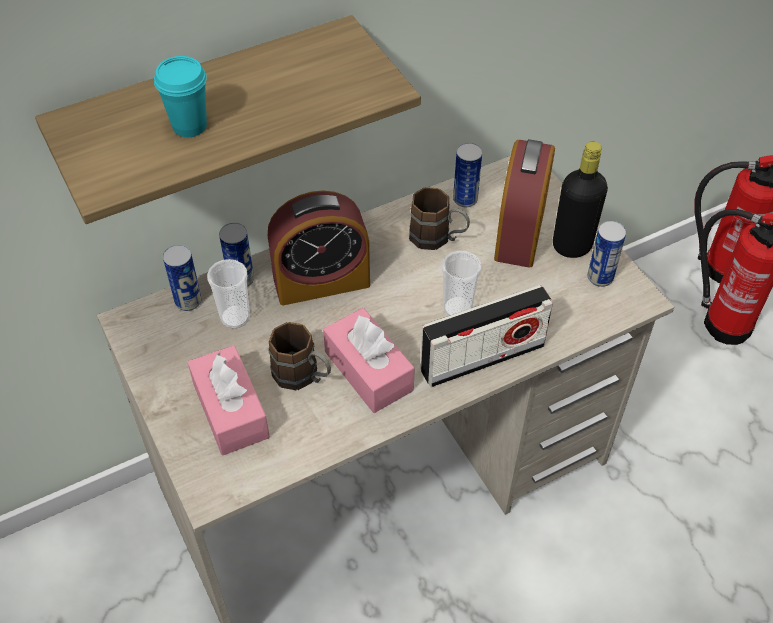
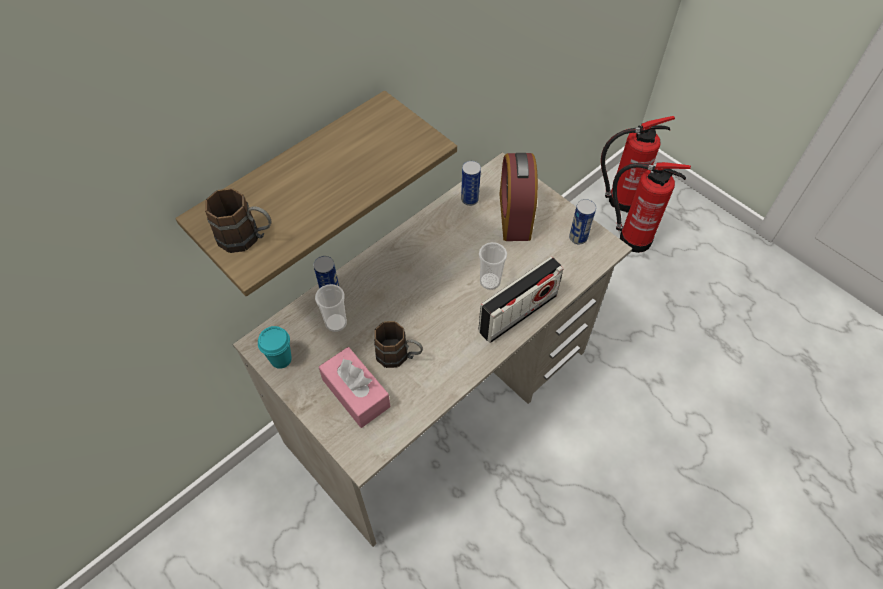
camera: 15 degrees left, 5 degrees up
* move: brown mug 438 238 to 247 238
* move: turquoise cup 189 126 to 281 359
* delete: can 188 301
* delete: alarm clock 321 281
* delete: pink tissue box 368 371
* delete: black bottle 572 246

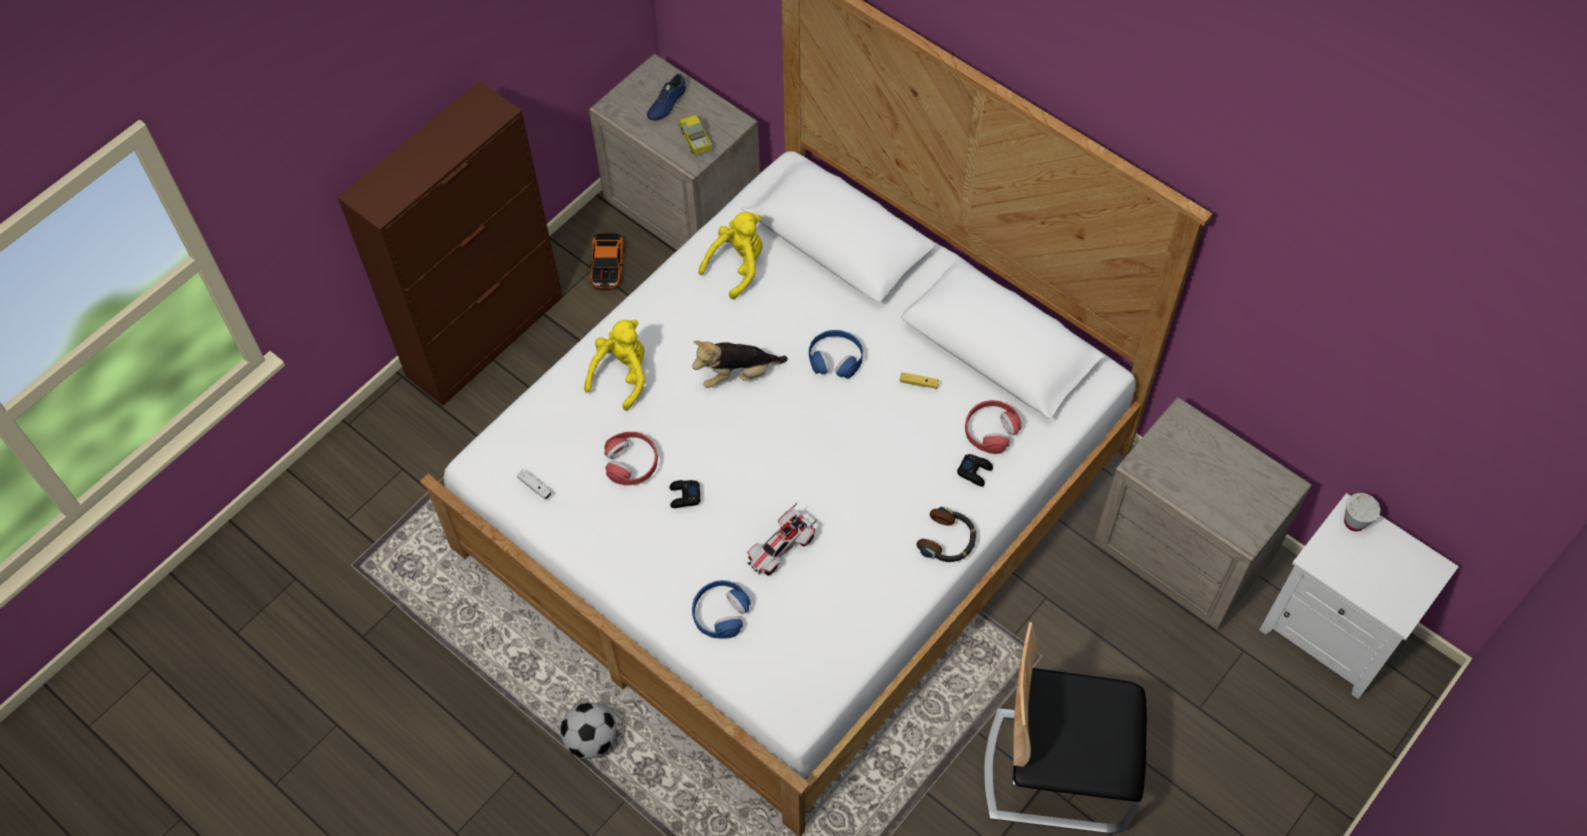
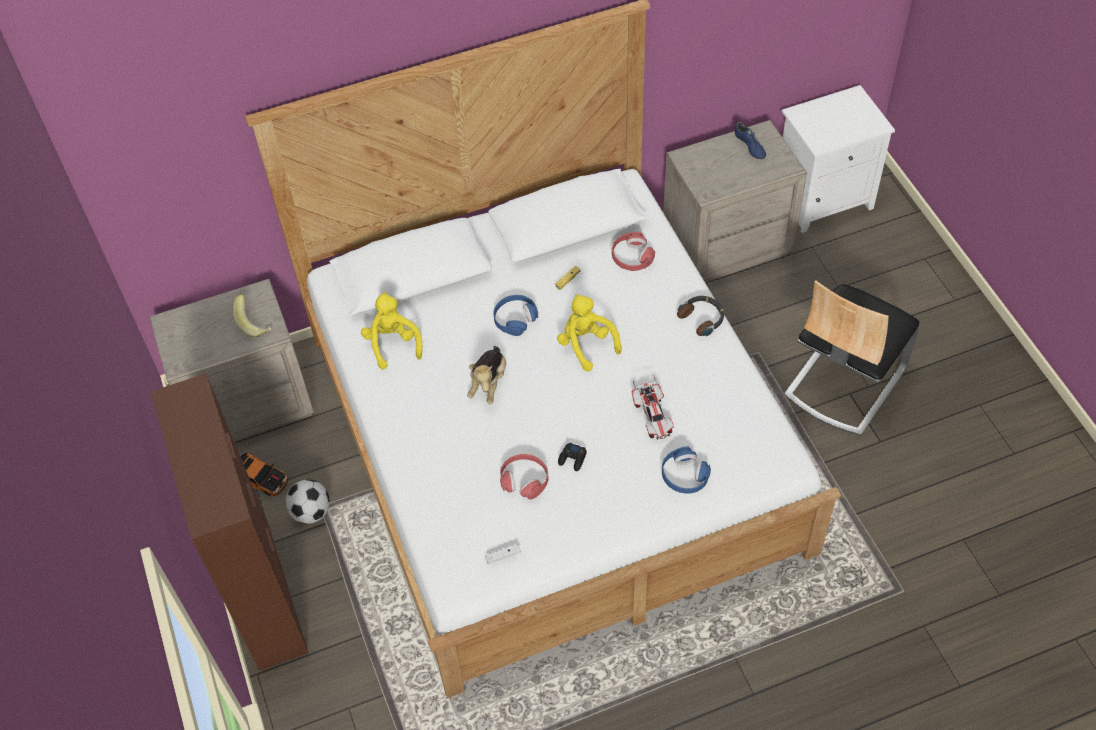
camera: 60 degrees left, 5 degrees down
* replace: toy truck 695 140 to banana 255 323
* move: football 591 739 to 311 512
* move: yellow plush toy 622 375 to 586 345
* move: blue shoe 667 104 to 749 147
* delete: black game controller 975 471
* delete: white cup 1354 522

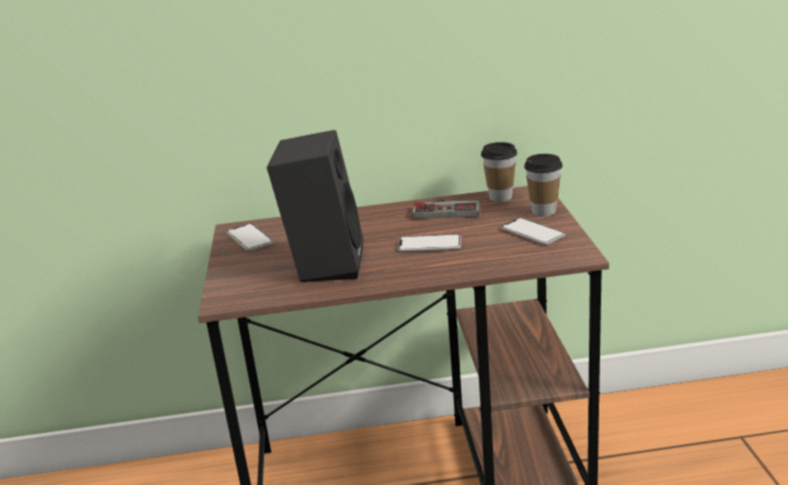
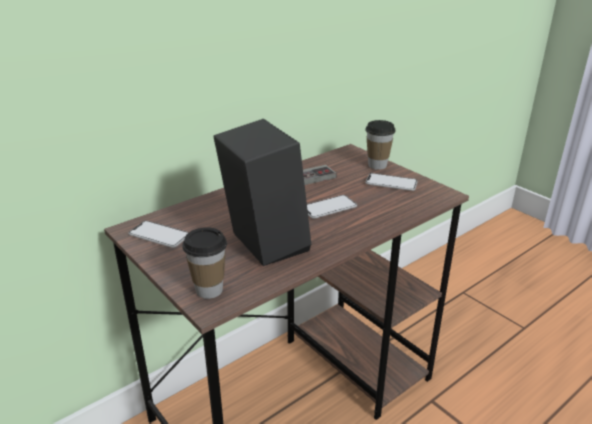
camera: 35 degrees left, 5 degrees up
* move: cup 500 197 to 209 290

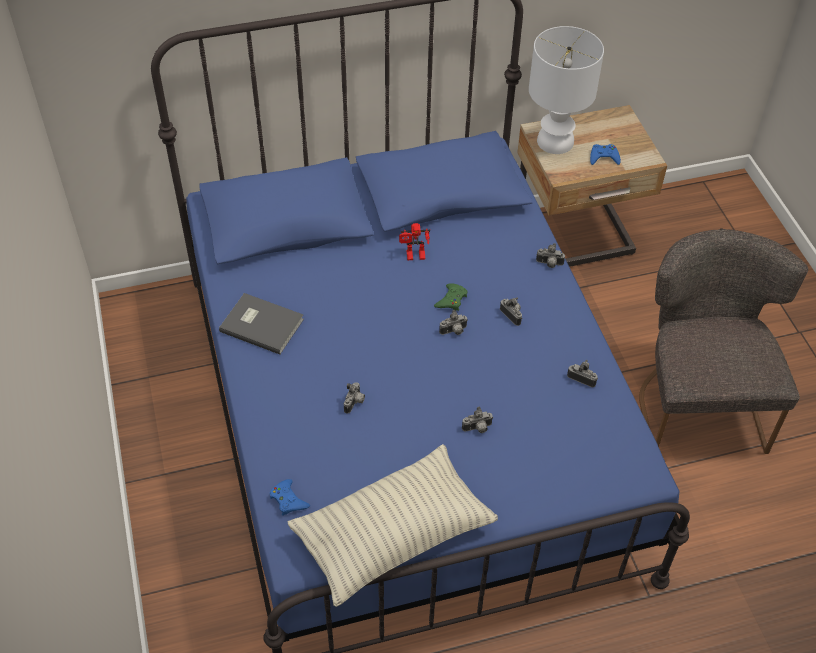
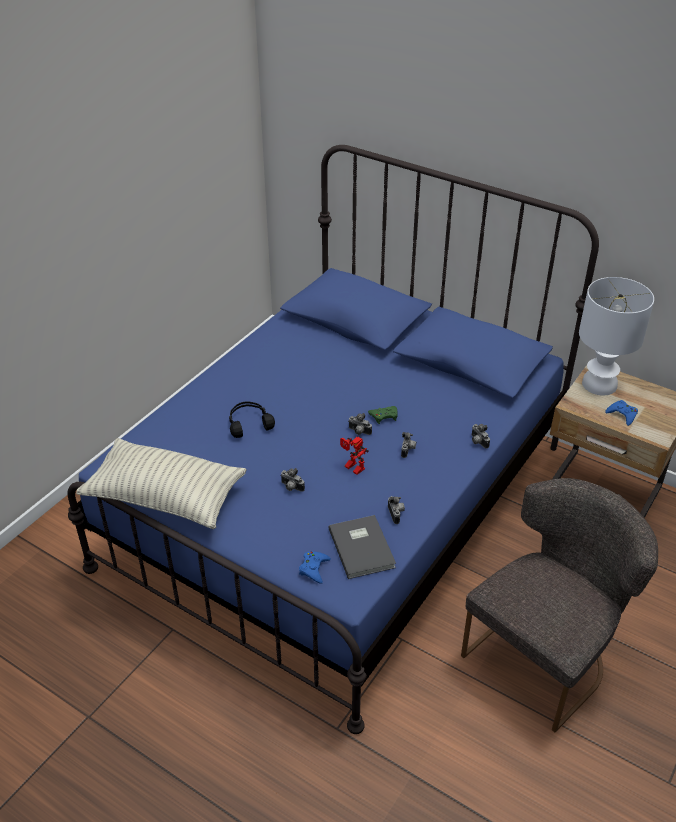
camera: 50 degrees right, 10 degrees down
* replace: photo camera 355 403 to black headphones 249 423
* move: blue game controller 288 500 to 314 569
* move: grey book 262 324 to 363 547
* move: toy robot 414 257 to 352 468

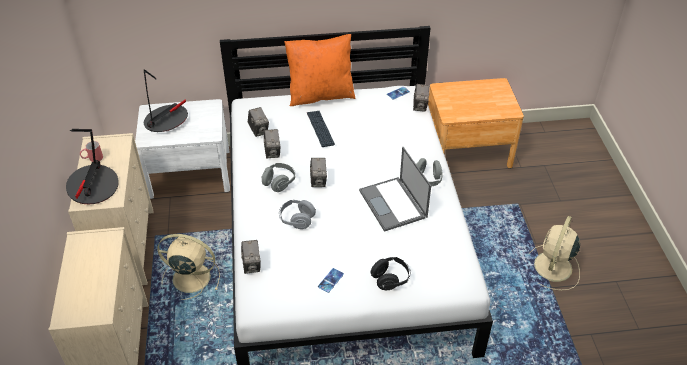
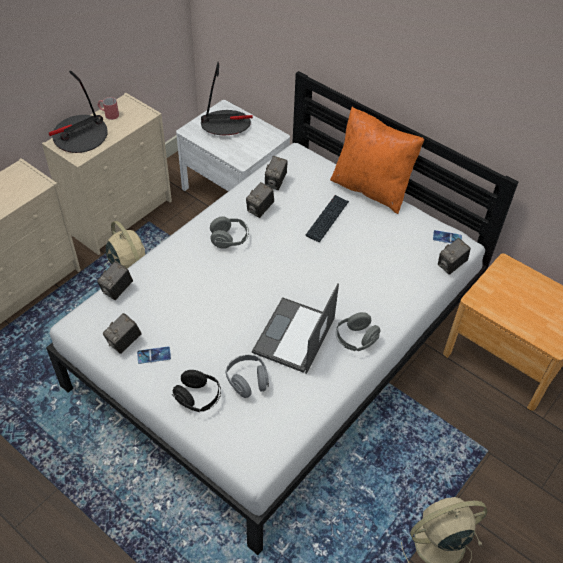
camera: 45 degrees right, 5 degrees up
* move: photo camera 318 181 to 124 342
* move: grey headphones 297 220 to 247 381

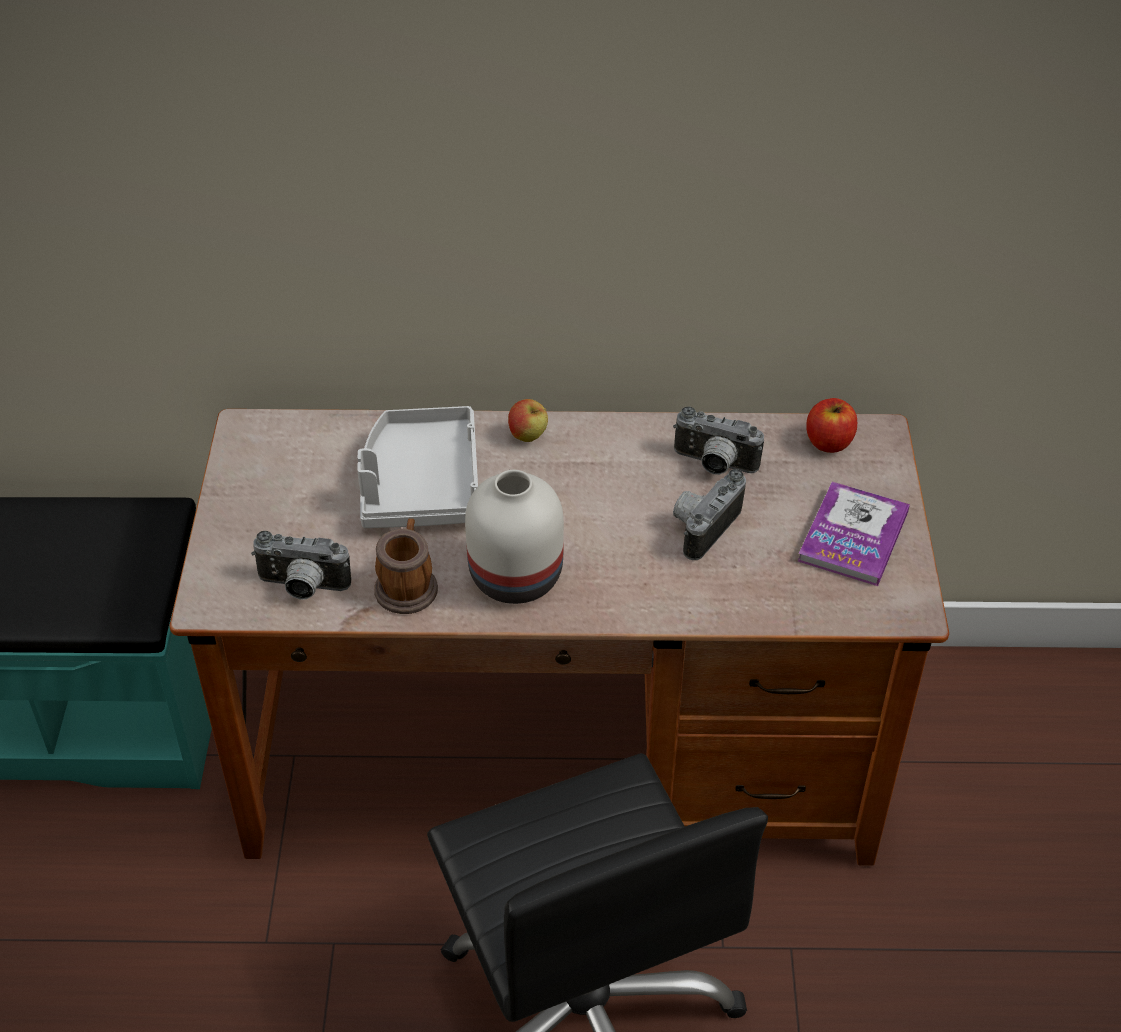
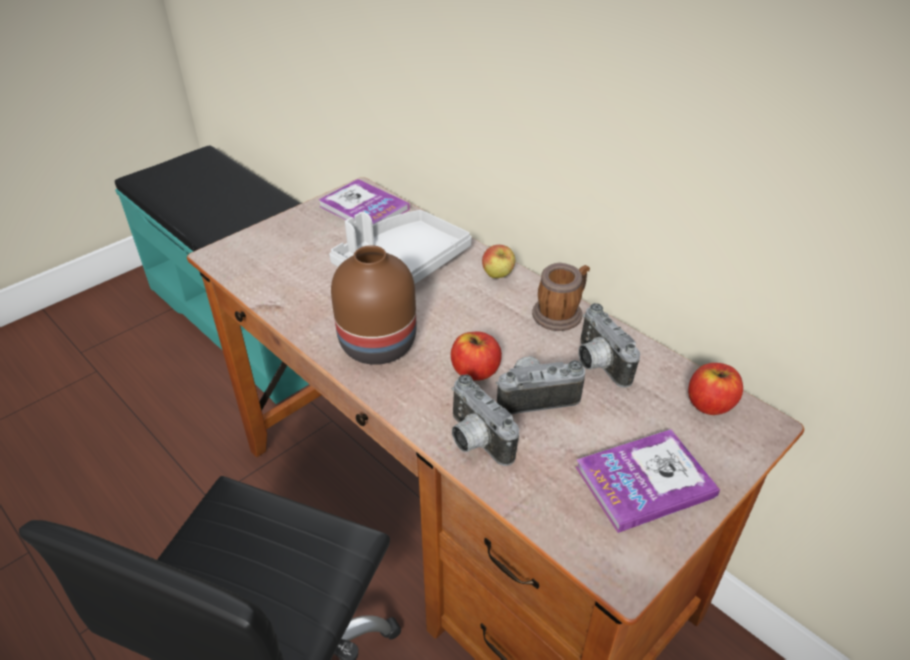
camera: 45 degrees right, 5 degrees down
* insert: book 364 208
* recolor: white vase 513 577 to brown vase 376 343
* insert: apple 475 371
* move: photo camera 302 588 to 474 441
* move: mug 407 585 to 561 313

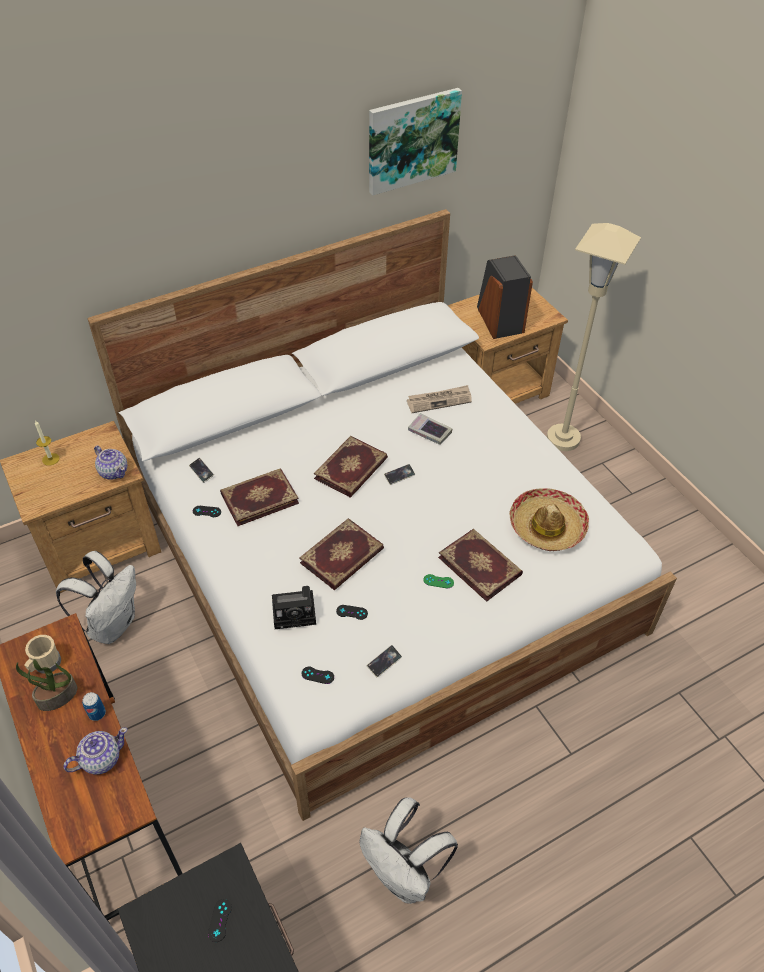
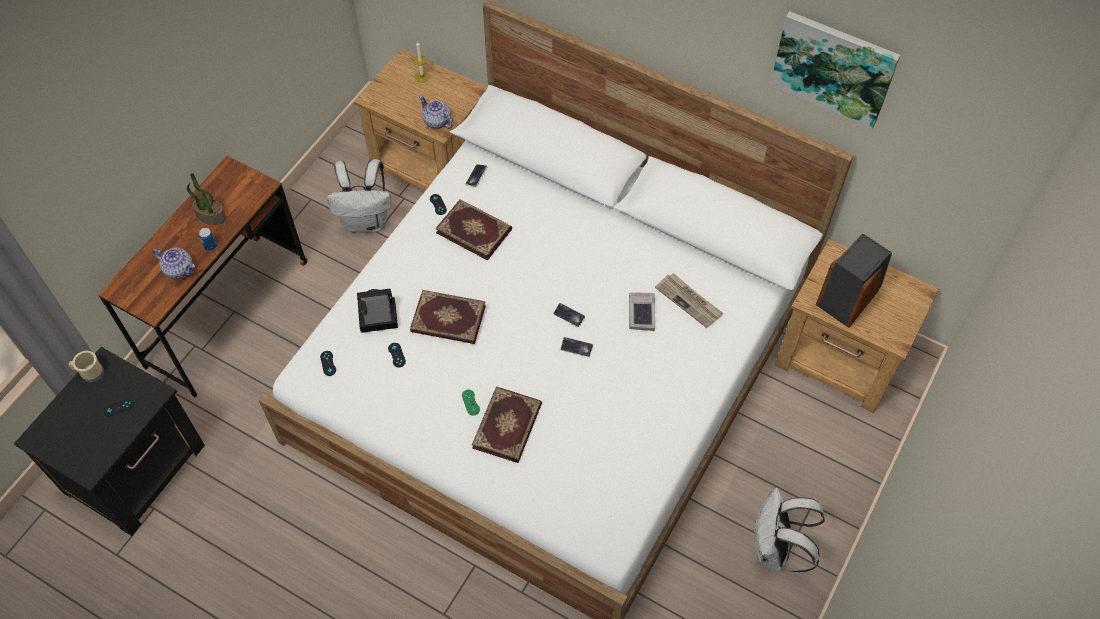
camera: 60 degrees right, 10 degrees up
* move: beige mug 45 664 to 90 373
* rotate: photo camera 296 612 = 376 318 120 degrees clockwise
* rotate: teapot 113 471 = 437 122 120 degrees clockwise
* move: phone 384 662 to 576 348
* move: white backpack 404 875 to 774 550
* delete: book 352 469
* delete: hat 547 526
* delete: beige floor lamp 563 439

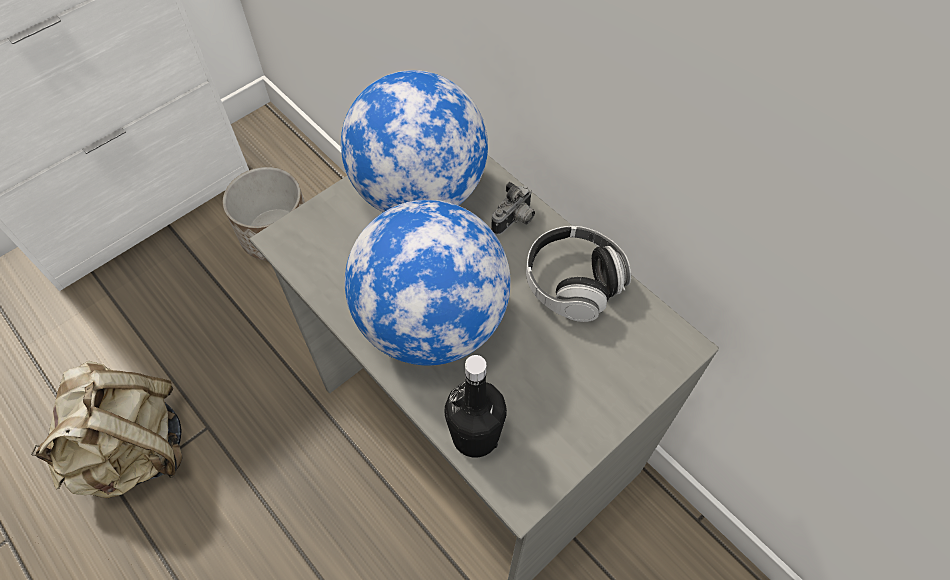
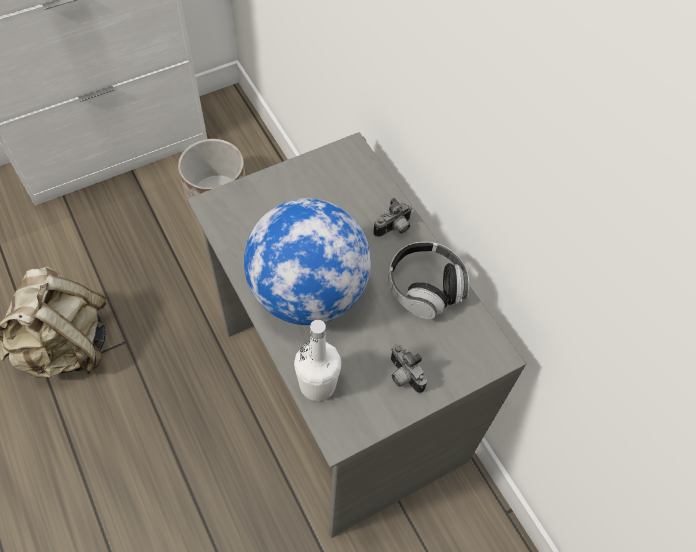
camera: 10 degrees right, 0 degrees up
* recolor: black bottle 475 435 to white bottle 317 385
* insert: photo camera 403 376
* delete: globe 419 193

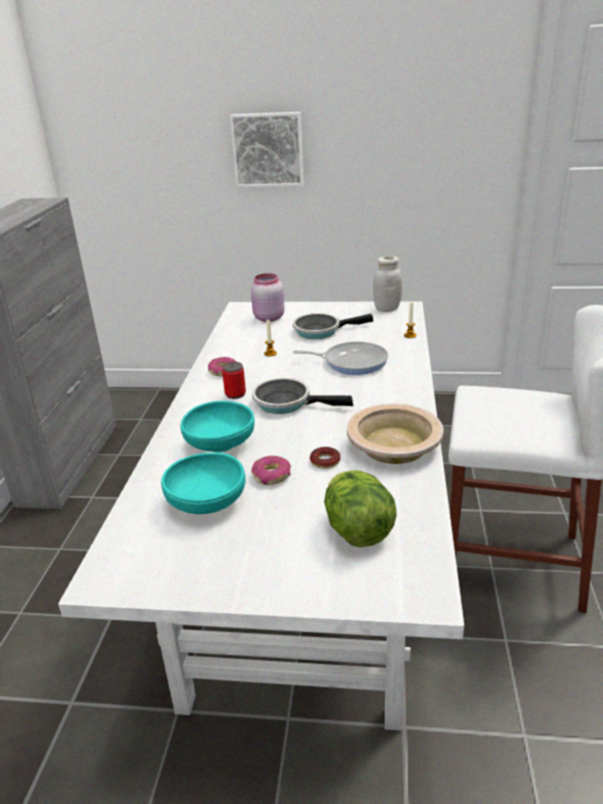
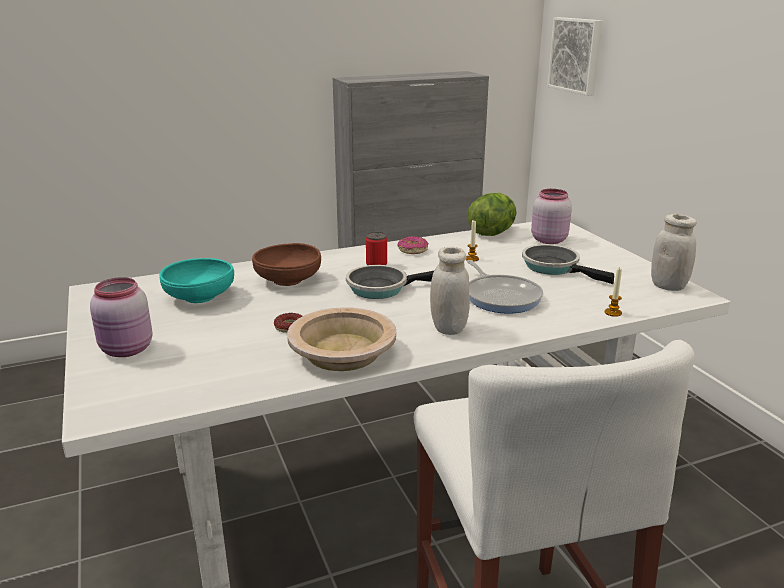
camera: 60 degrees right, 5 degrees down
* insert: pink jar 127 350
* recolor: turquoise bowl 220 443 to brown bowl 288 280
* rotate: frying pan 287 402 = 382 288 90 degrees counterclockwise
* insert: white jar 448 328
* move: lettuce 357 531 to 492 233
* move: picture 268 149 to 576 55
* delete: donut 272 476

